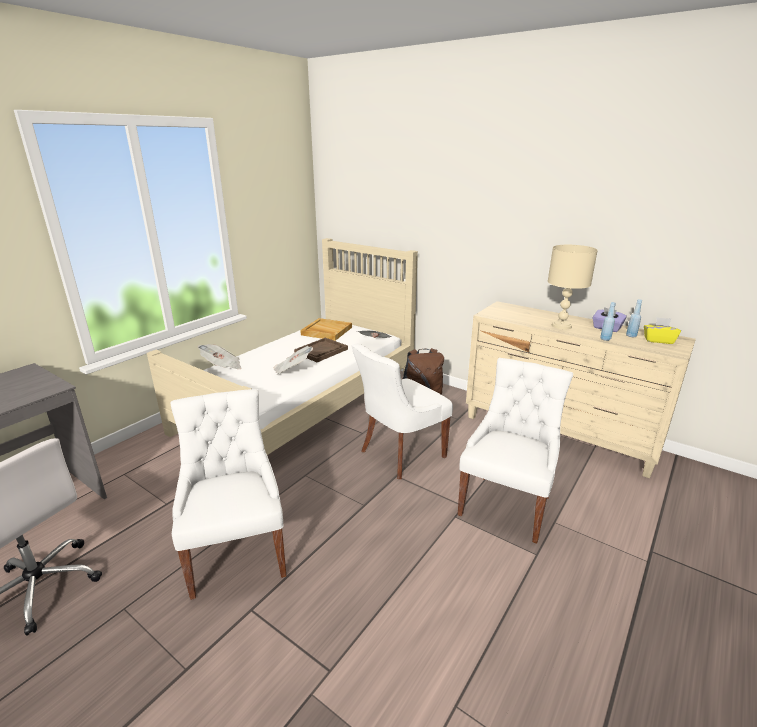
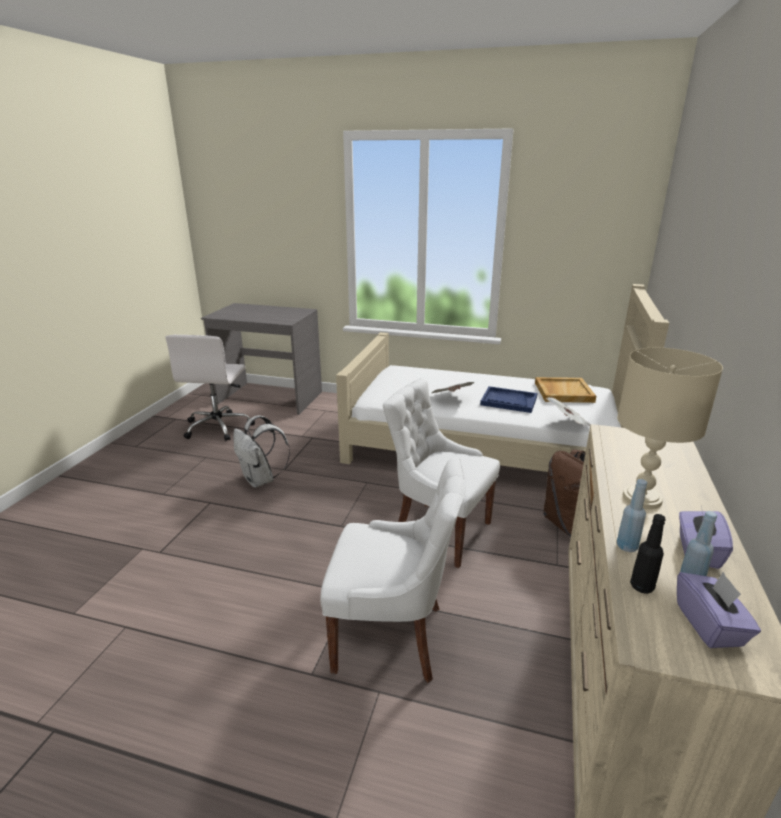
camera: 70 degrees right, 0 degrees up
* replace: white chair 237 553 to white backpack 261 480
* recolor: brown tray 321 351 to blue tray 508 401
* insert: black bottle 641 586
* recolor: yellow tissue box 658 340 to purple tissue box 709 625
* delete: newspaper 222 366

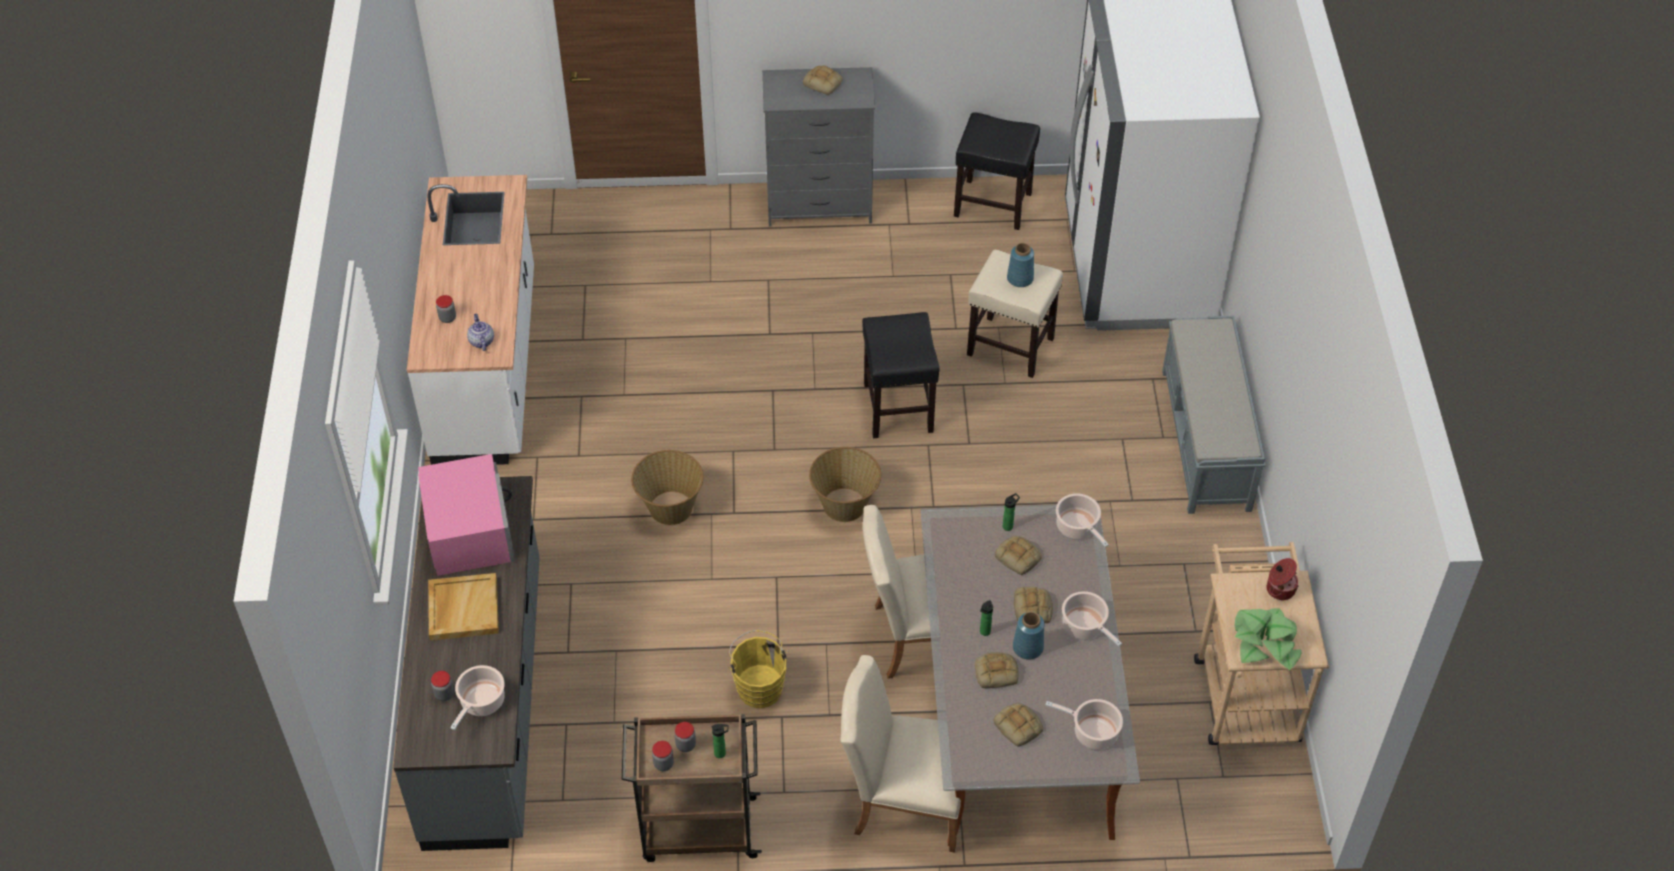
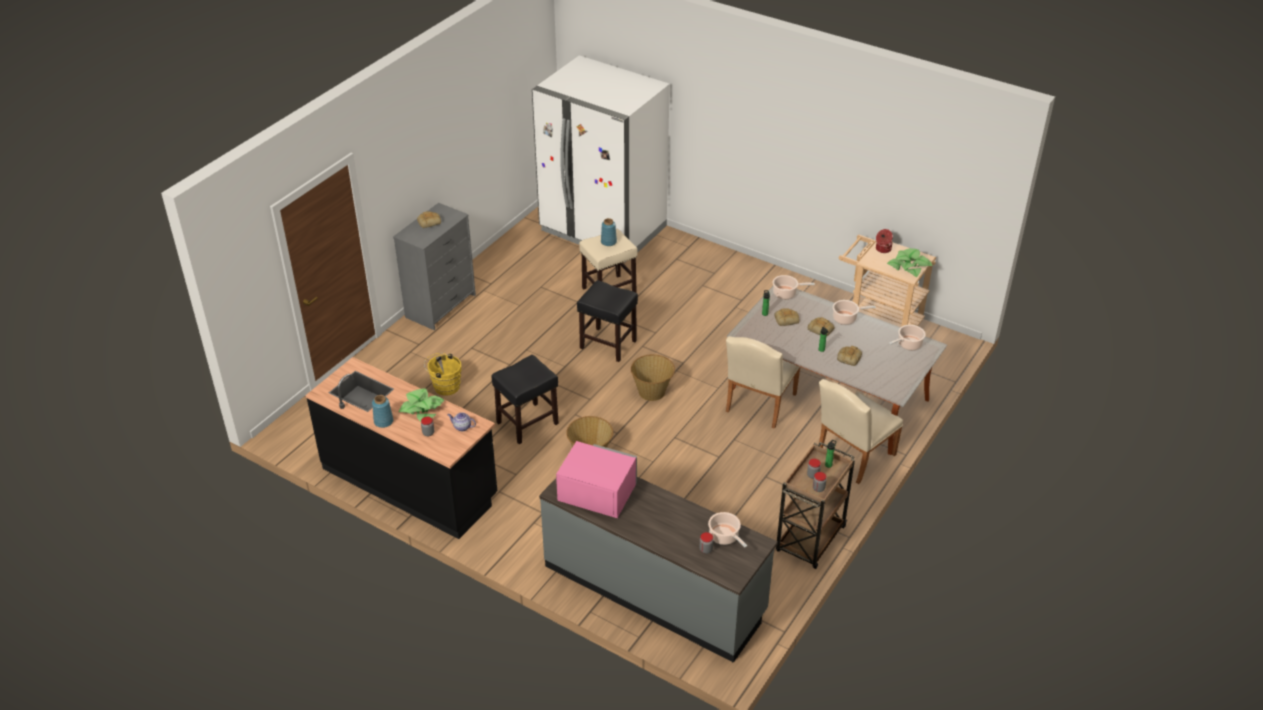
camera: 55 degrees left, 10 degrees down
* recolor: white counter 488 368 to black counter 410 482
* move: blue vase 1027 647 to 383 422
* insert: potted plant 422 409
* move: yellow bucket 759 686 to 445 386
* move: black stool 994 204 to 528 423
* delete: beige tray 463 608
* delete: bread 1019 726
* delete: grey bench 1206 440

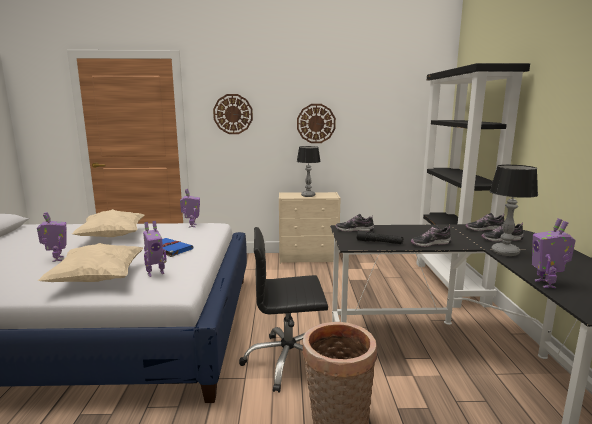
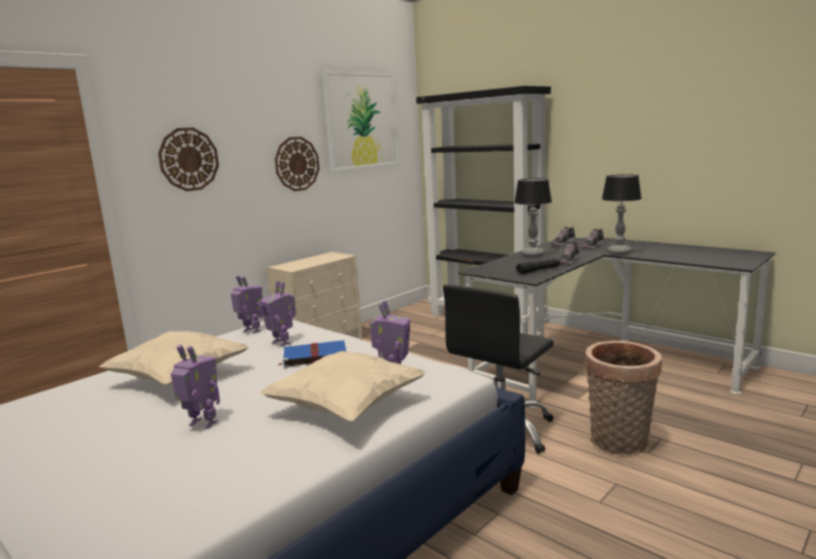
camera: 45 degrees left, 0 degrees up
* move: toy robot 546 284 to 282 342
* insert: picture 361 121
* move: table lamp 308 195 to 532 254
* delete: shoe 354 230

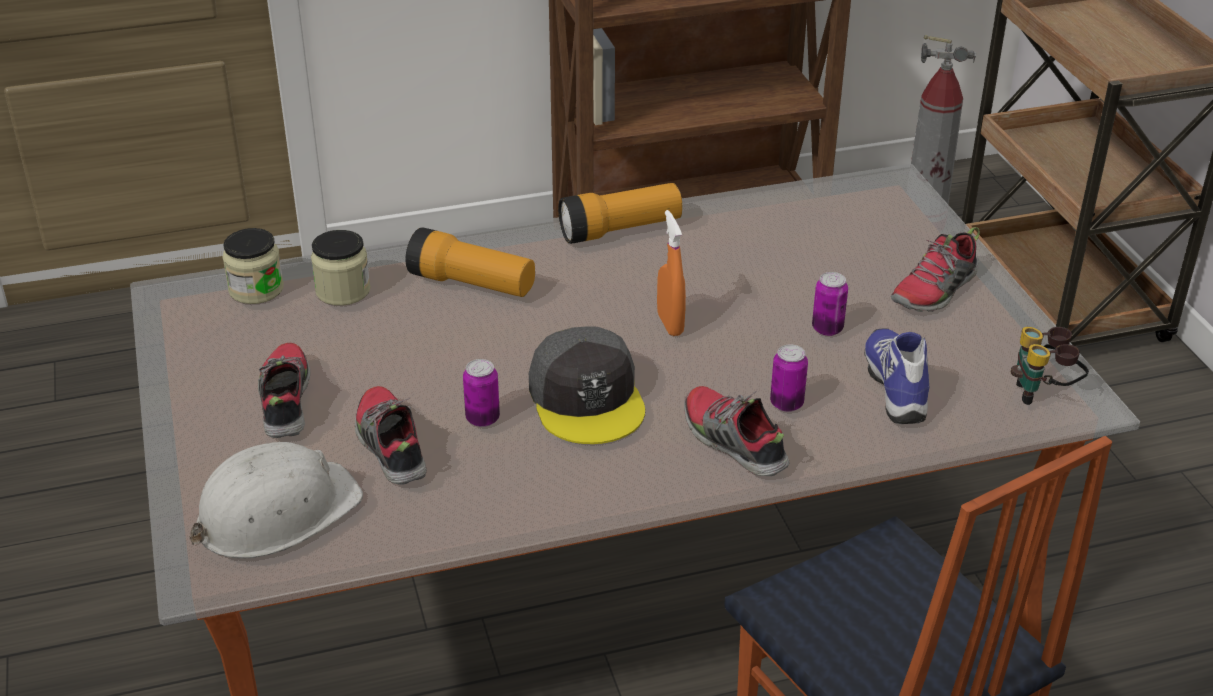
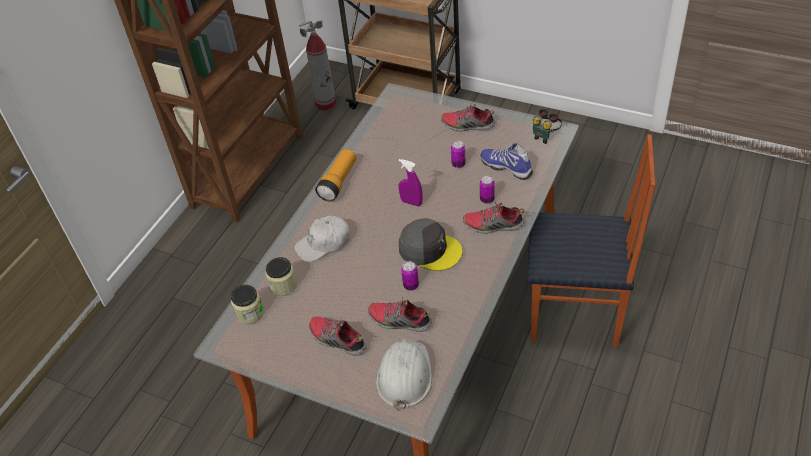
camera: 45 degrees left, 10 degrees up
* replace: flashlight 472 284 to white cap 324 244
* recolor: orange spray bottle 670 324 to purple spray bottle 411 202
* rotate: shoe 935 291 = 467 125 105 degrees clockwise

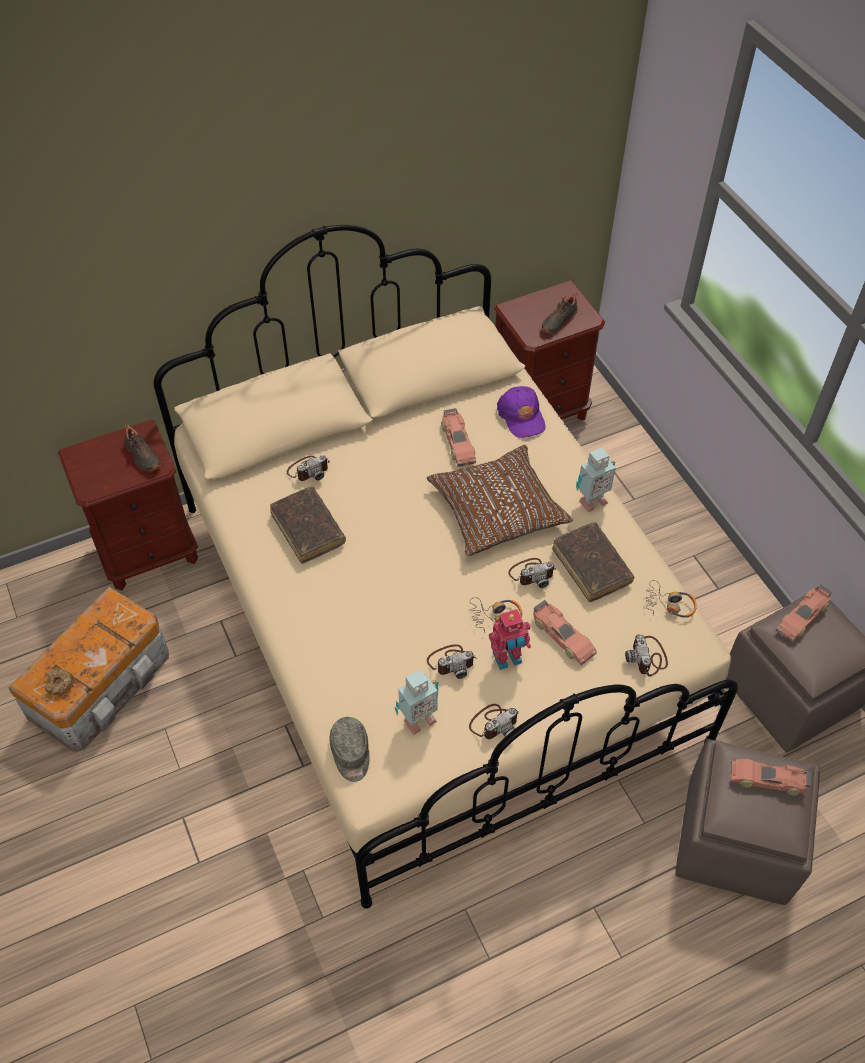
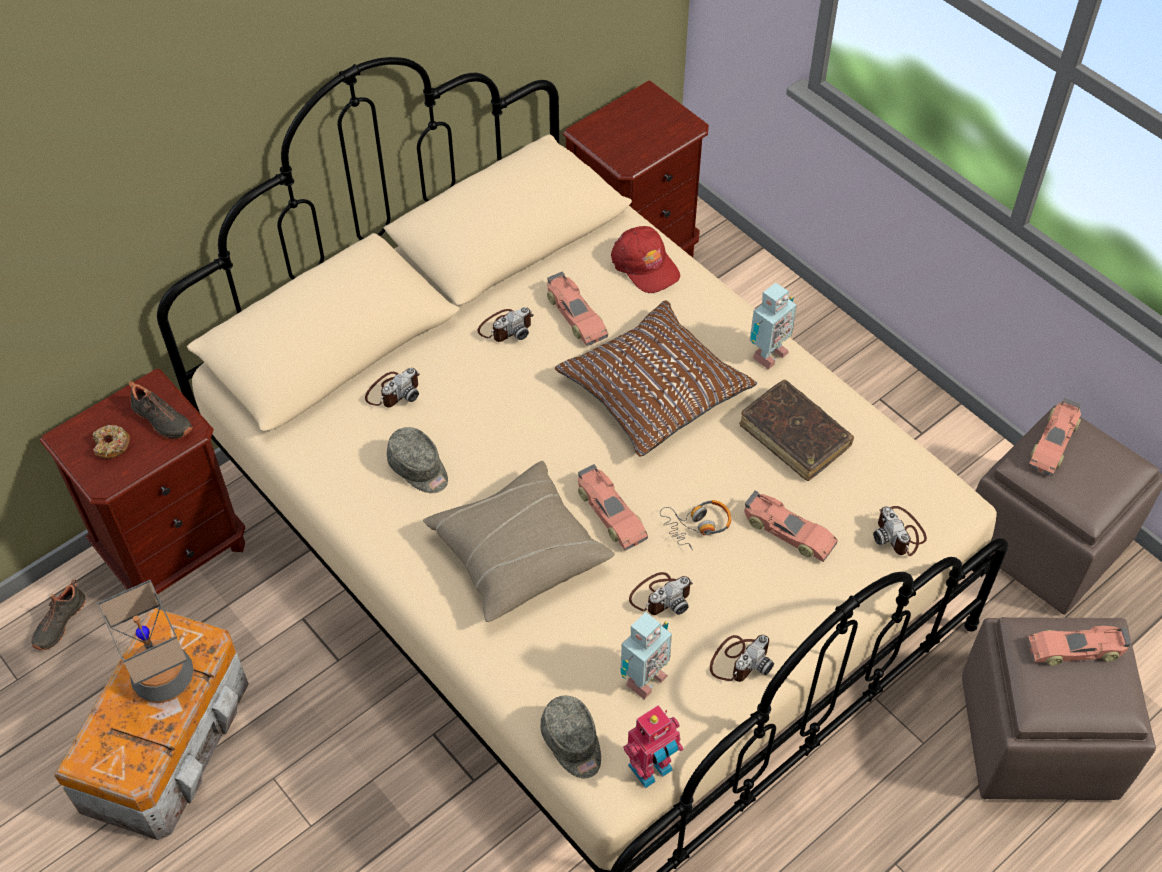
camera: 15 degrees left, 0 degrees up
* move: black shoe 558 321 to 58 622
* move: donut 60 685 to 111 445
* insert: table lamp 164 678
* replace: brown book 308 529 to grey cap 419 469
* insert: beige pillow 518 553
* move: photo camera 532 573 to 506 327
* insert: toy car 610 513
* recolor: purple cap 521 416 to red cap 645 265
* move: toy robot 508 659 to 652 770
* delete: headphones 669 605

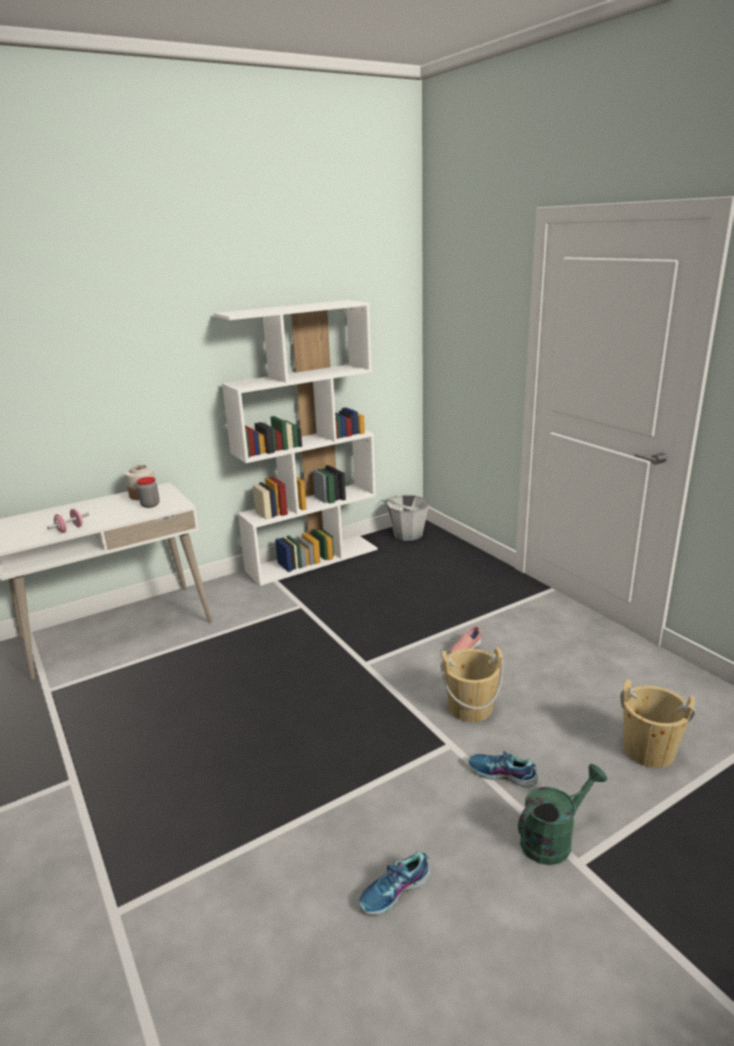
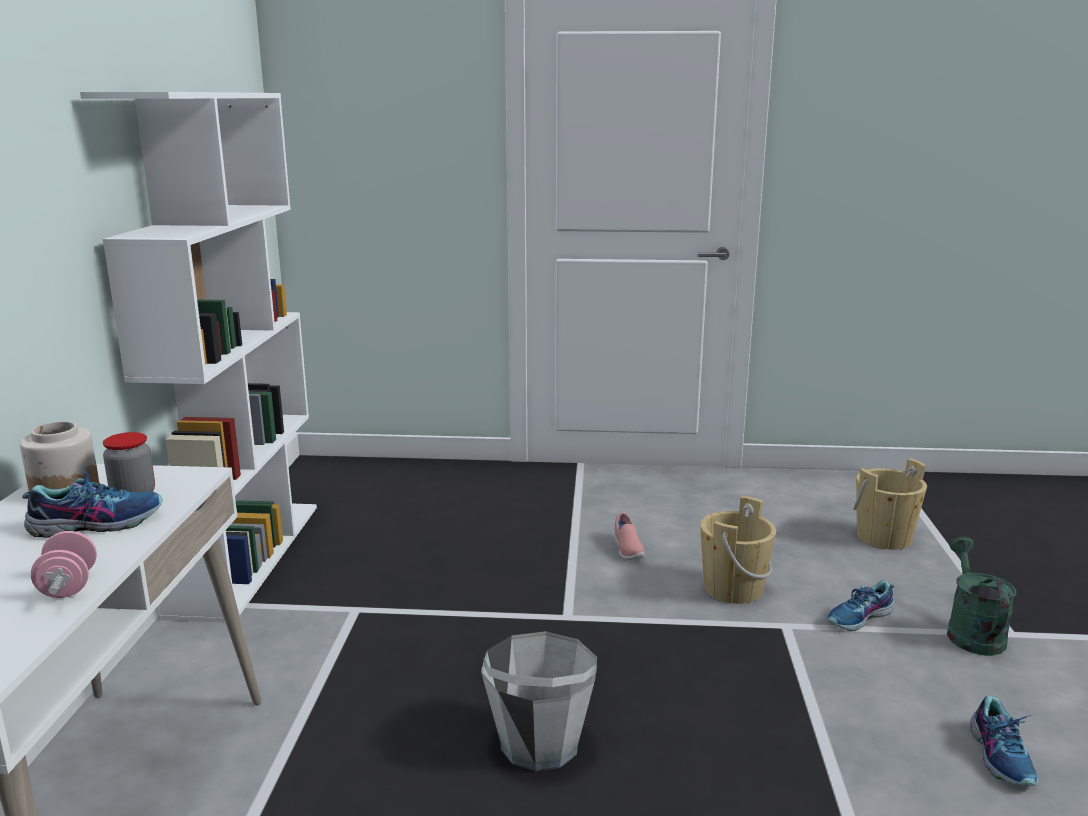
camera: 55 degrees left, 5 degrees down
* insert: shoe 97 523
* move: grey bucket 407 534 to 539 744

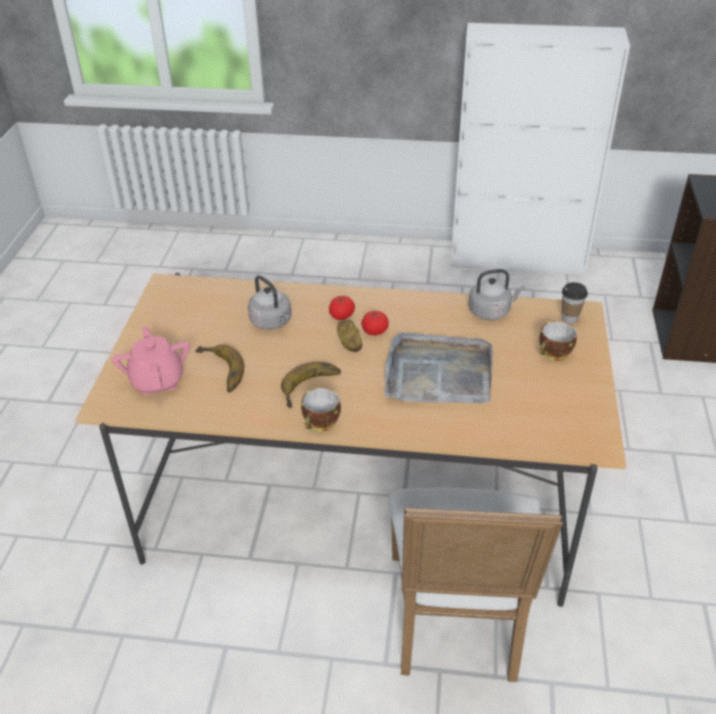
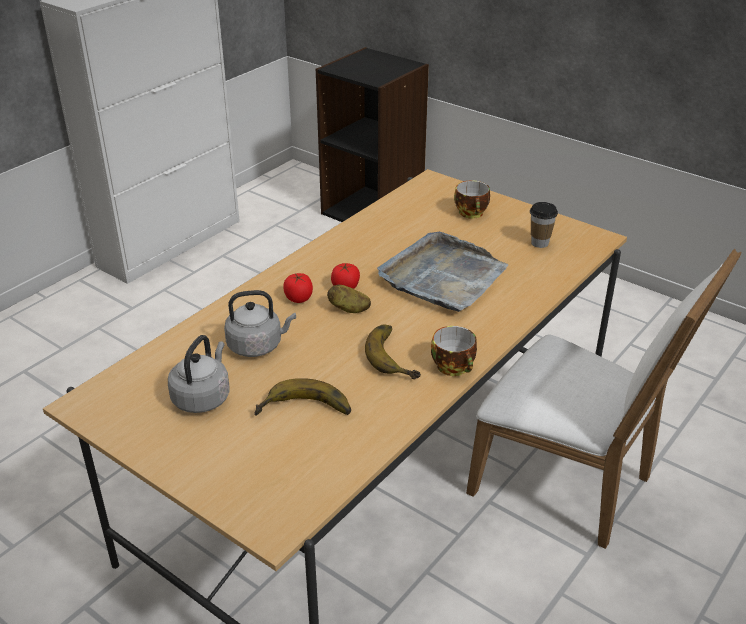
camera: 60 degrees left, 5 degrees down
* move: grey kettle 491 311 to 203 397
* move: cup 569 318 to 539 243
* delete: pink teapot 157 380

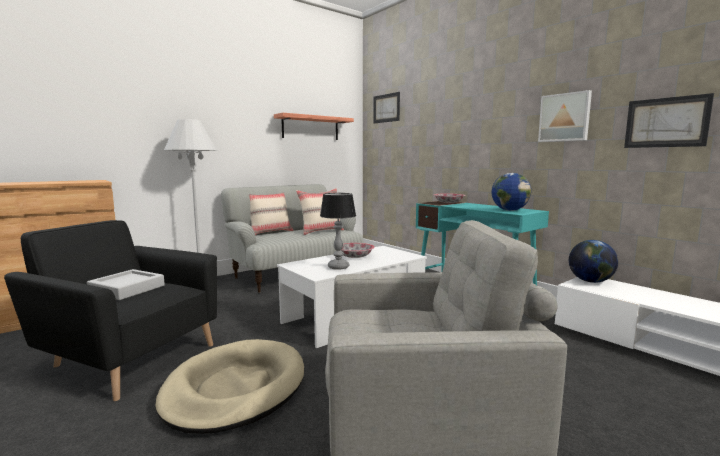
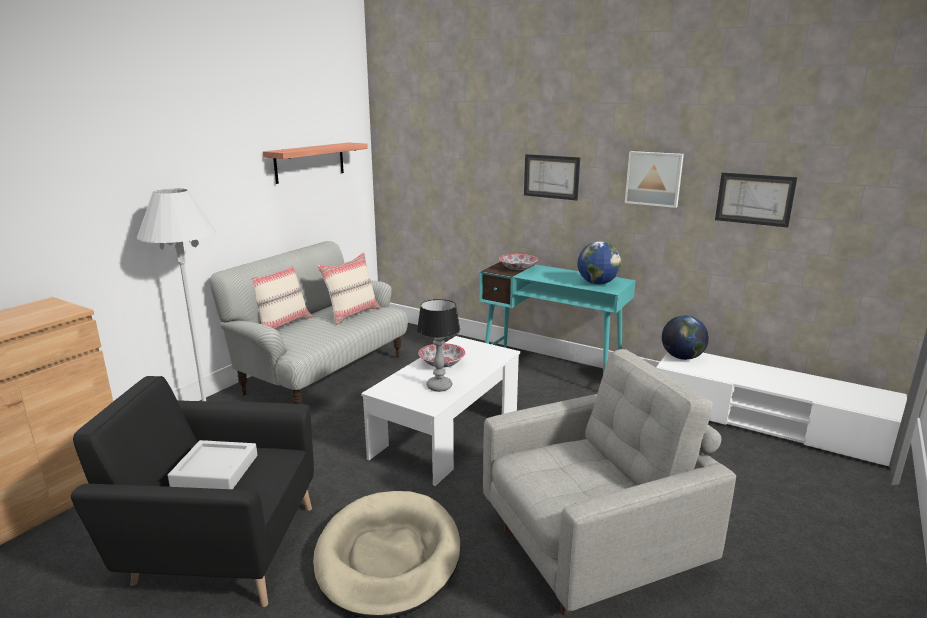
camera: 20 degrees left, 10 degrees up
* move: picture 386 108 to 551 176

